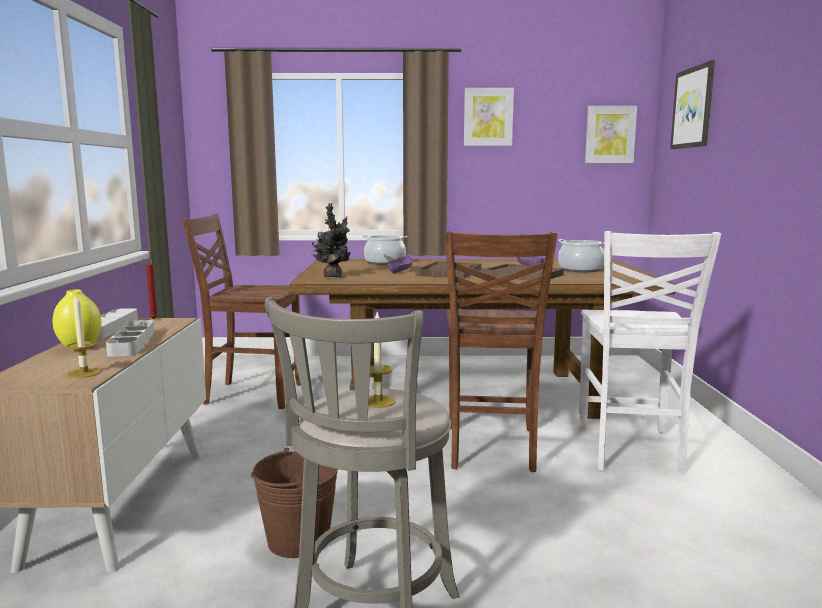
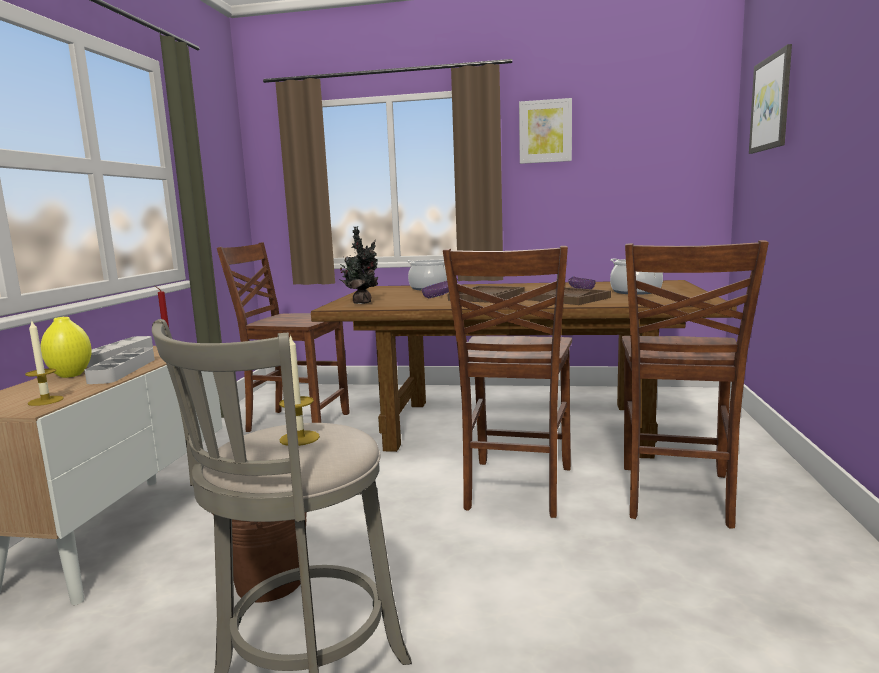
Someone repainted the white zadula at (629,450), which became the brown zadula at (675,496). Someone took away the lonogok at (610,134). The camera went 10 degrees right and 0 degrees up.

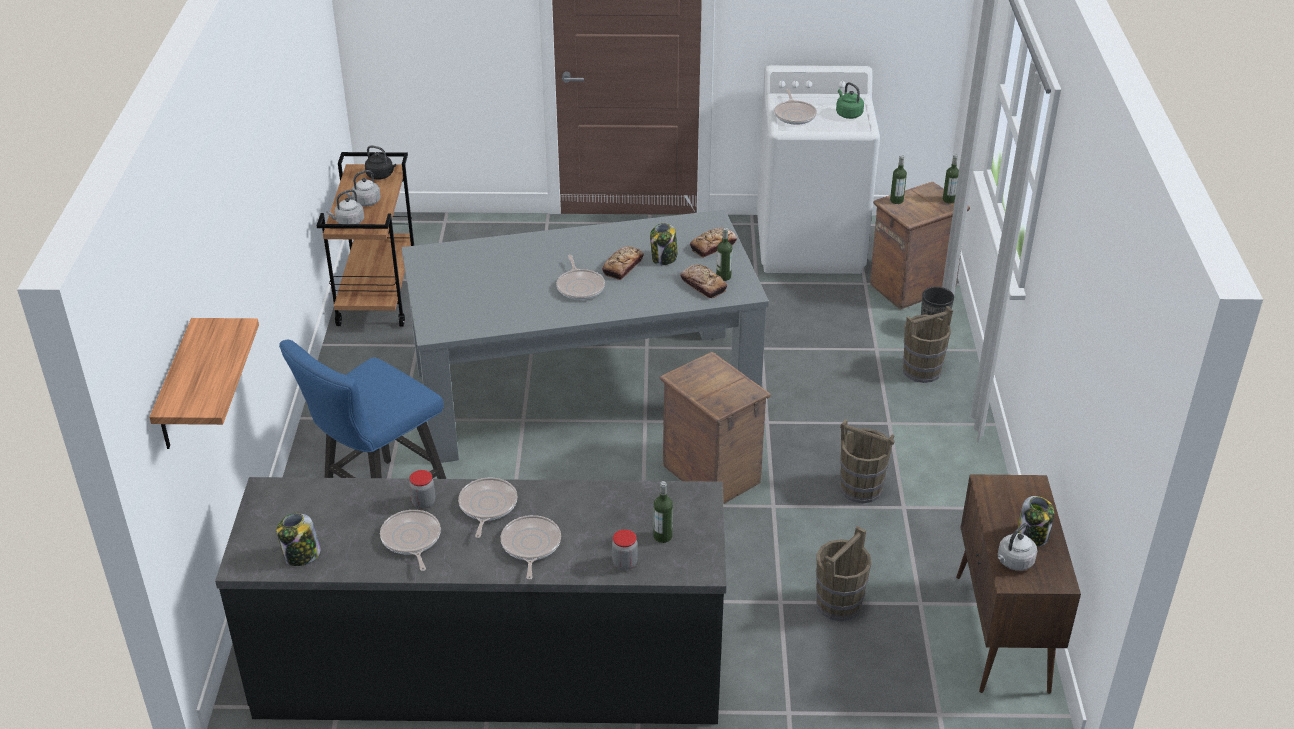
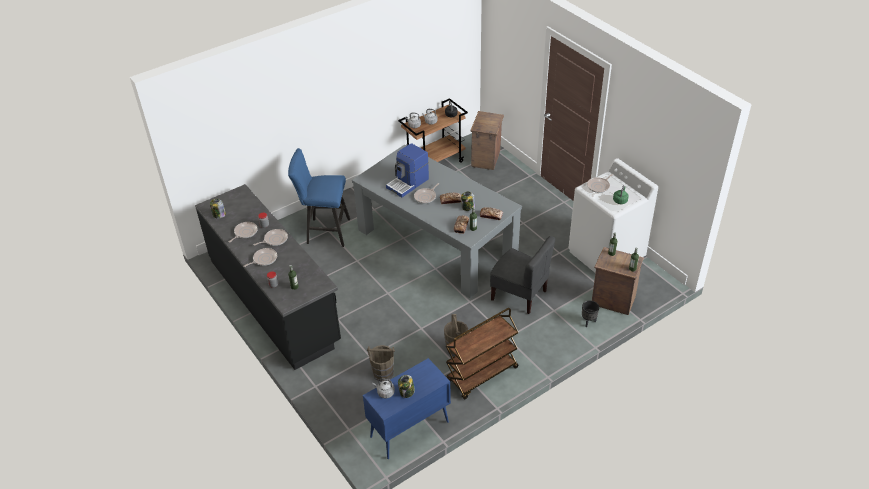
Someone repainted the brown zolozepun at (1002,634), which became the blue zolozepun at (409,430). Someone put down the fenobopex at (408,183). Someone put down the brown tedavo at (482,375). Someone carried the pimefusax from (711,474) to (486,159). Someone put down the grey zadula at (519,295). Someone took away the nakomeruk at (176,388). Someone took away the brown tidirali at (922,370). The camera went 55 degrees right and 5 degrees up.

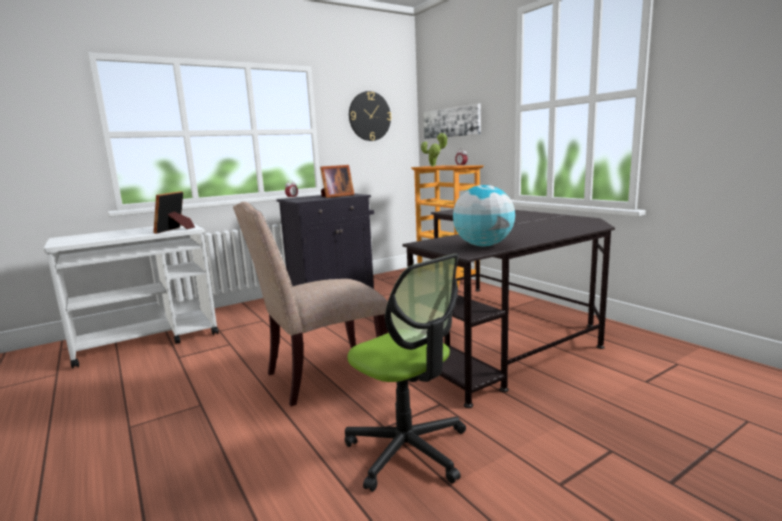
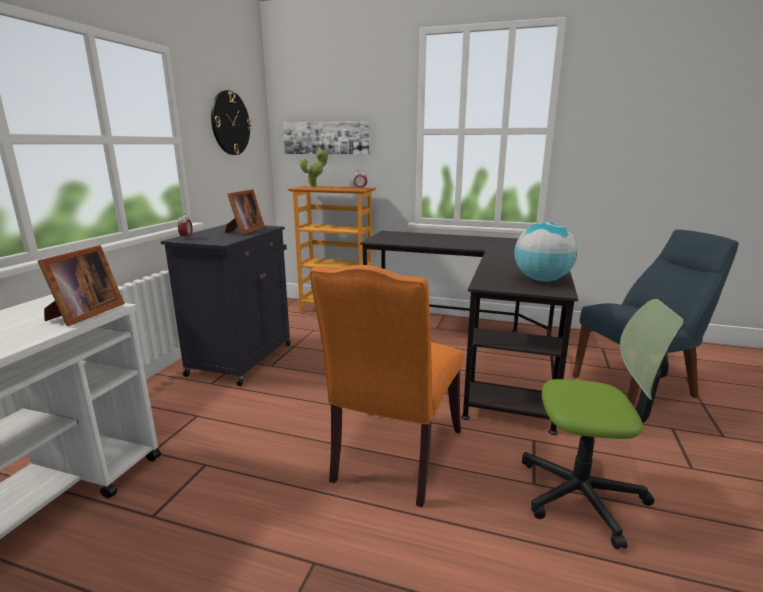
Someone rotated the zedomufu at (175,230) by 135 degrees counterclockwise. Someone repainted the beige zadula at (322,376), which became the orange zadula at (393,458). Someone put down the blue zadula at (638,386). The camera went 40 degrees left and 5 degrees up.

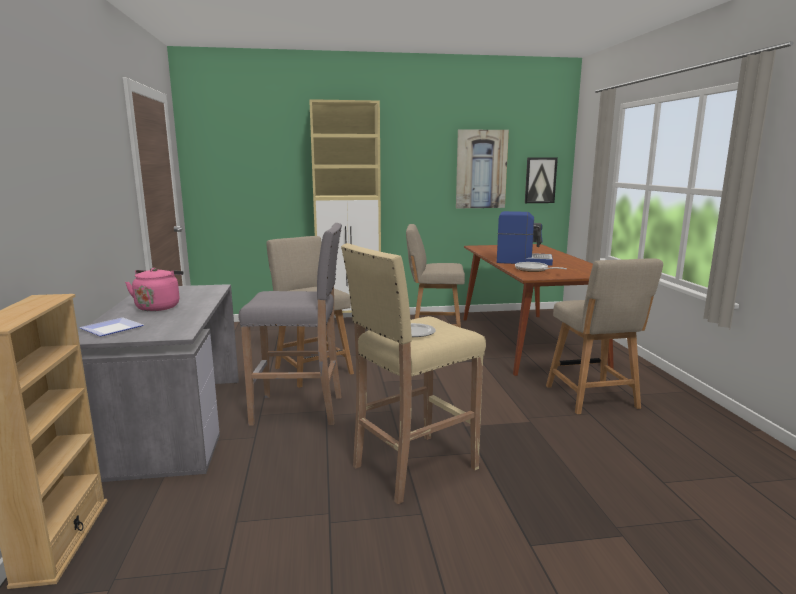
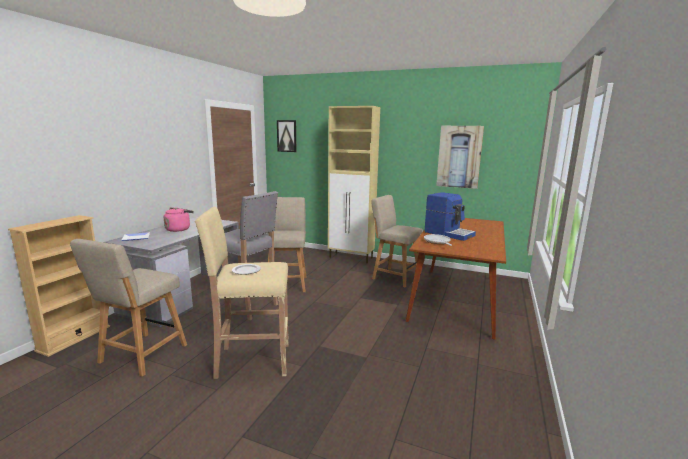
Someone carried the beige zadula from (593,399) to (140,355). Someone carried the lonogok from (540,180) to (287,136). The camera went 30 degrees right and 0 degrees up.

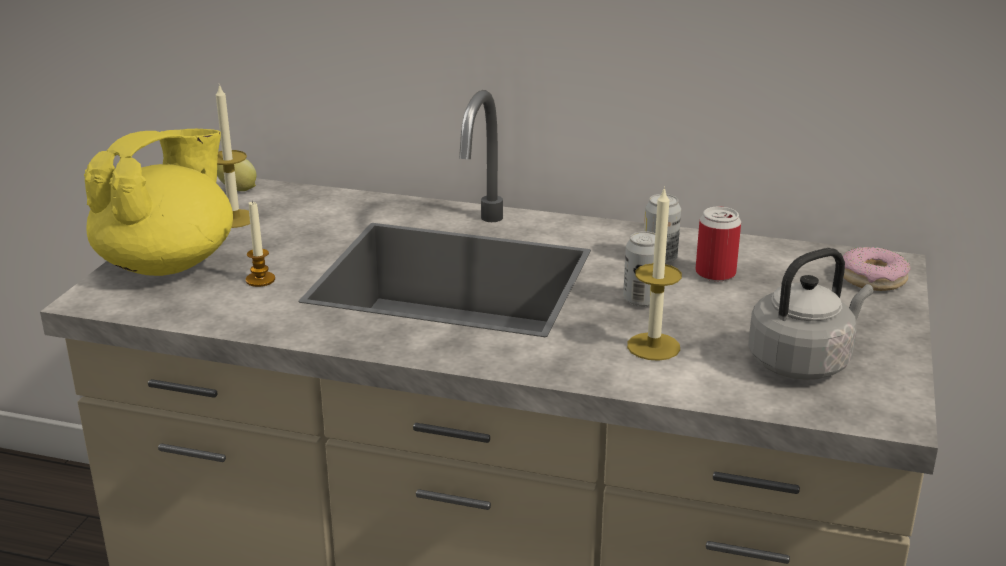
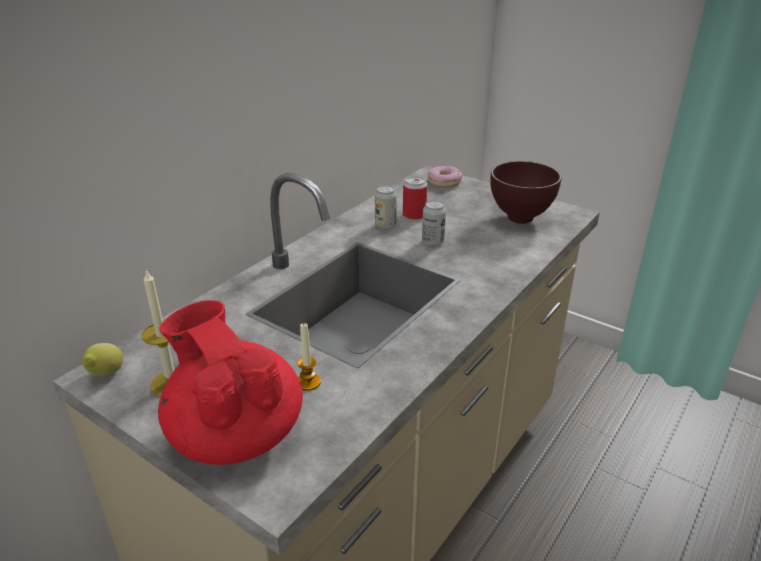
Someone repainted the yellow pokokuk at (169,263), which became the red pokokuk at (235,433). Someone swapped the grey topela at (803,362) for the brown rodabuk at (518,218). Someone took away the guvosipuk at (653,346). The camera went 70 degrees left and 5 degrees up.

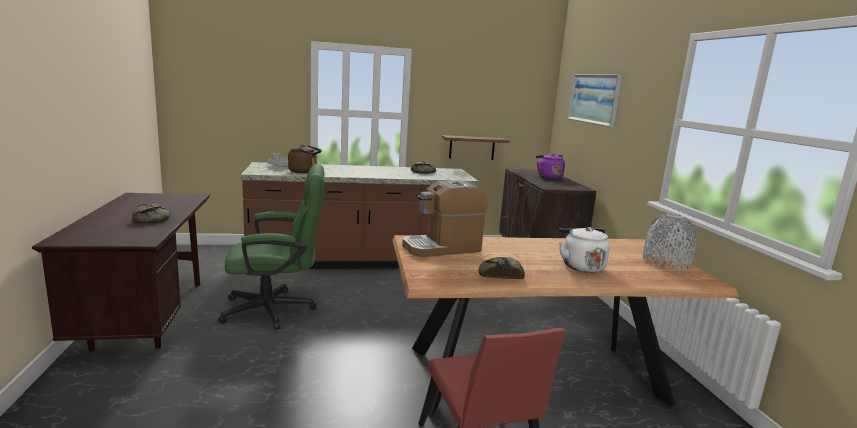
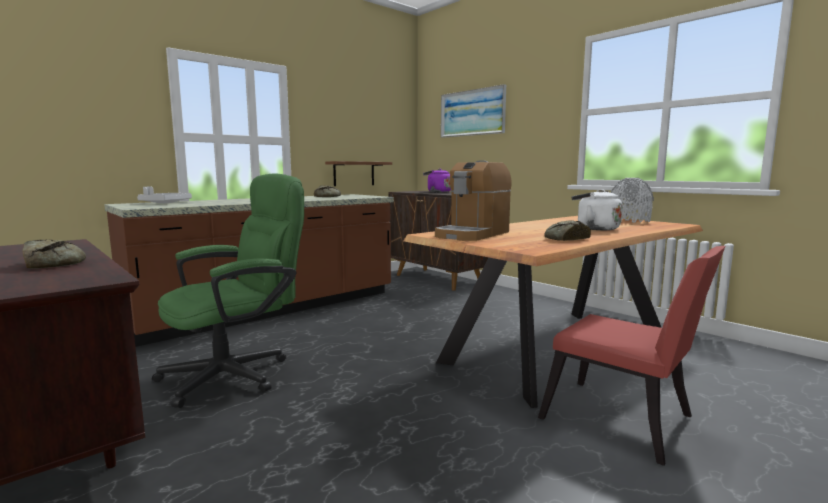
Someone took away the brown topela at (304,172). The camera went 30 degrees left and 5 degrees down.

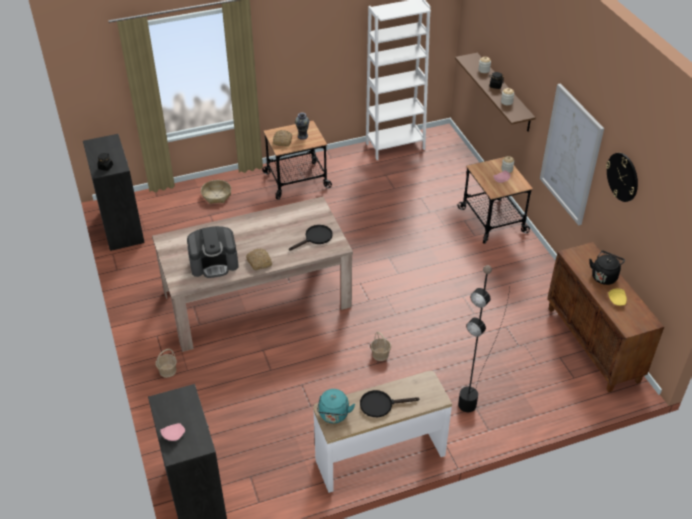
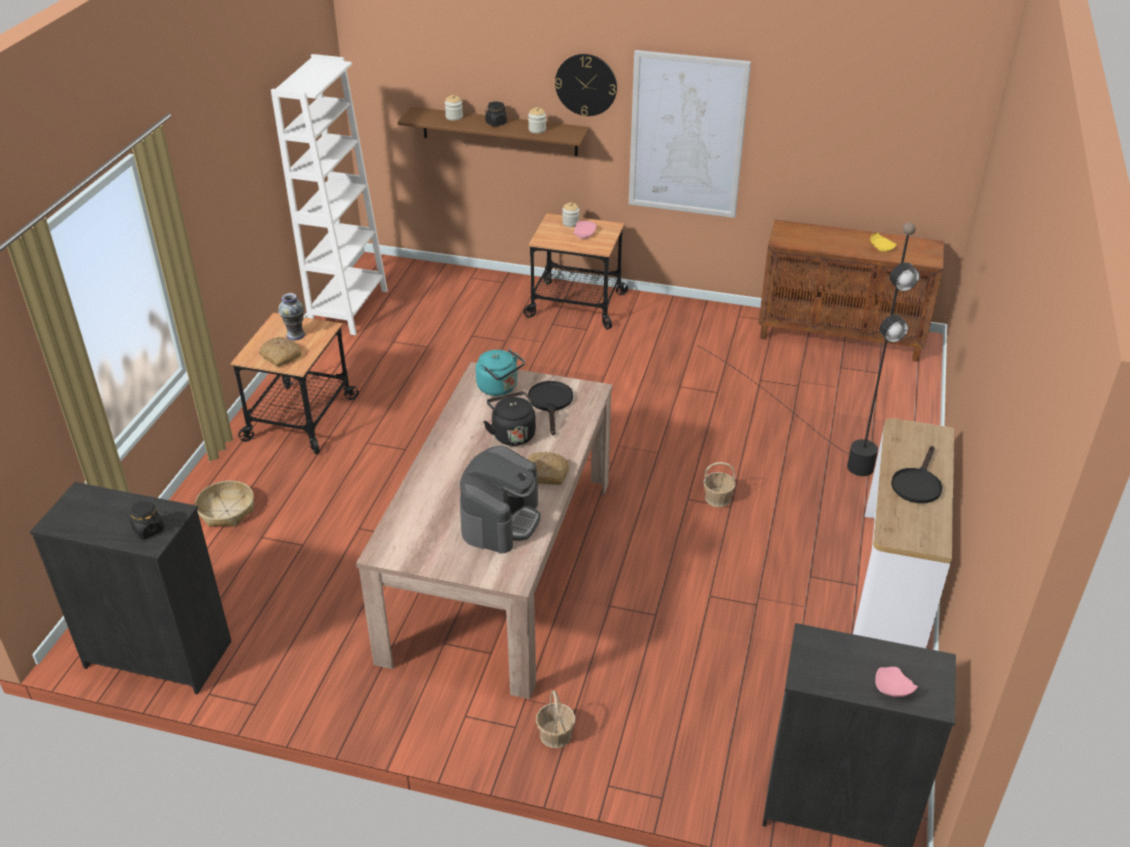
Someone carried the turquoise topela from (333,415) to (499,388). Someone carried the black topela from (604,276) to (512,434). Someone carried the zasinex from (622,177) to (586,84). The camera went 55 degrees left and 5 degrees down.

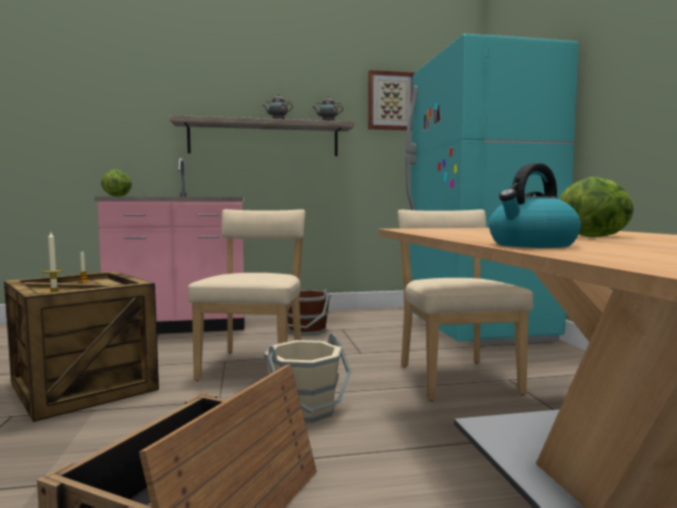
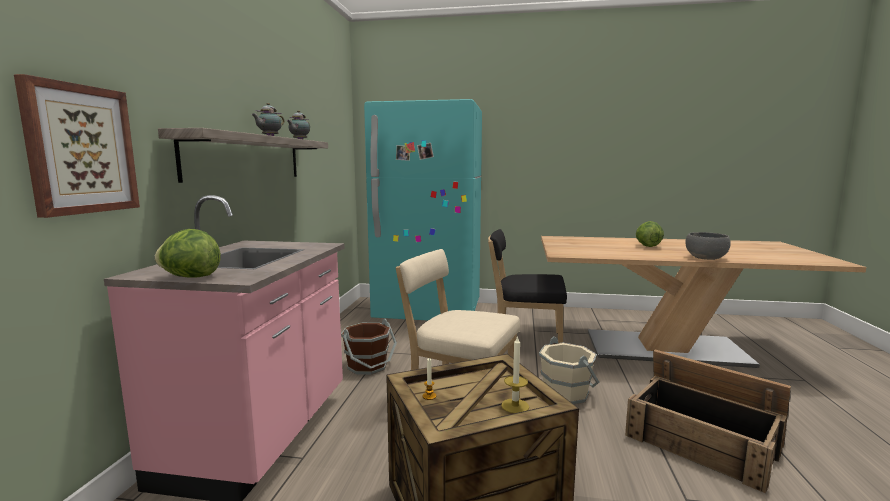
Someone carried the lonogok from (390,101) to (80,149). Someone repainted the beige zadula at (455,377), which became the black zadula at (524,341). Someone swapped the topela at (532,245) for the grey rodabuk at (705,258). The camera went 70 degrees left and 5 degrees up.

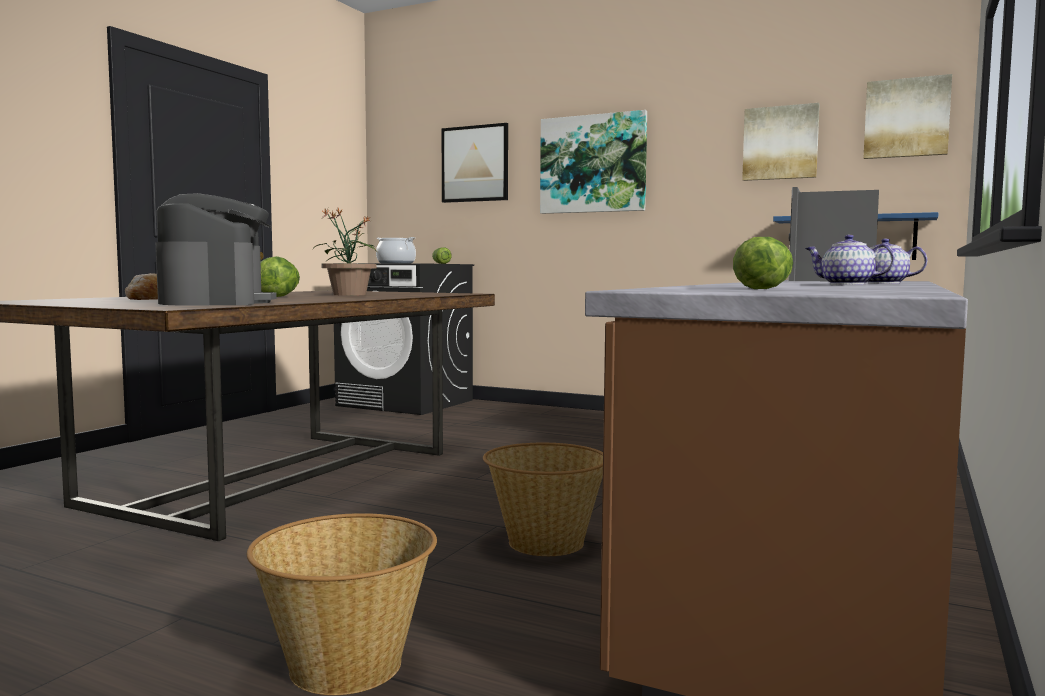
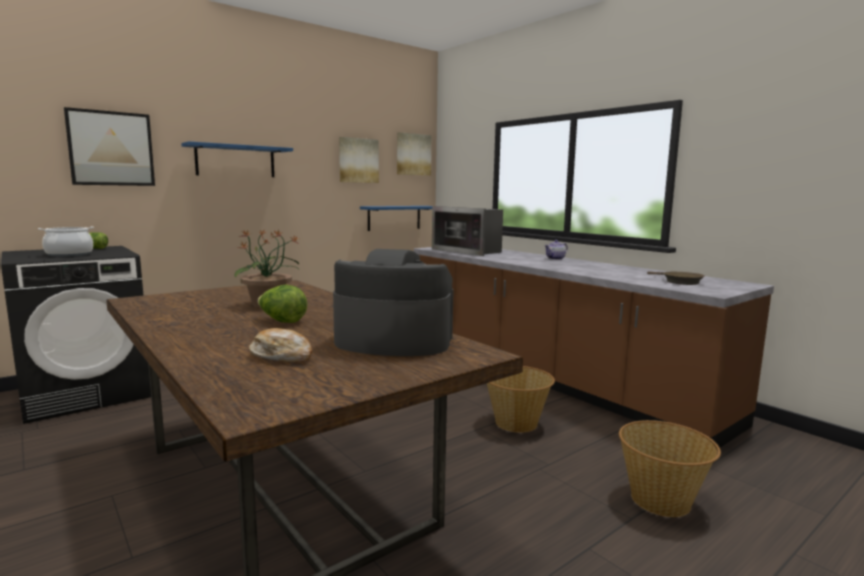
Someone swapped the lonogok at (593,164) for the blue nakomeruk at (235,161). Someone swapped the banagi at (765,288) for the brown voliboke at (679,281). Someone took away the pokokuk at (846,284). The camera went 65 degrees left and 5 degrees up.

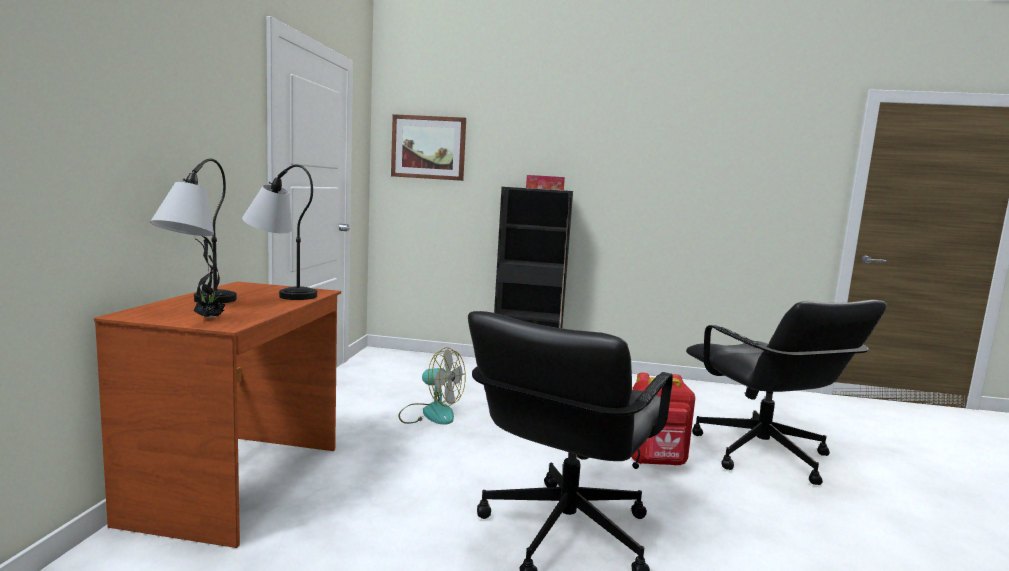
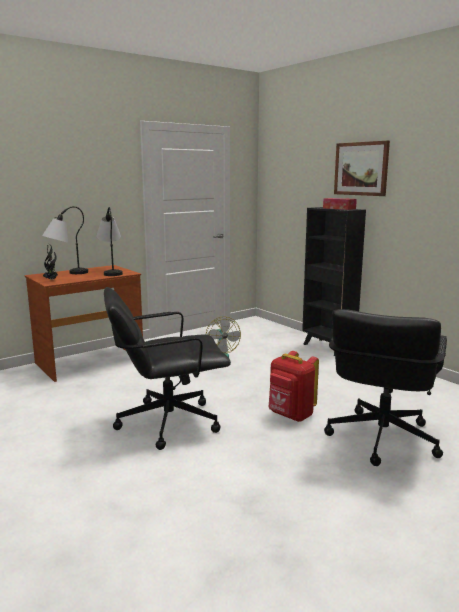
Someone carried the lonogok from (428,147) to (361,169). The camera went 45 degrees right and 5 degrees up.

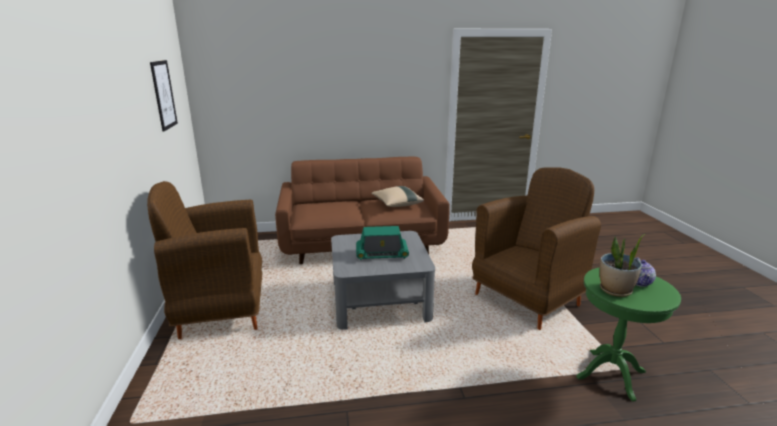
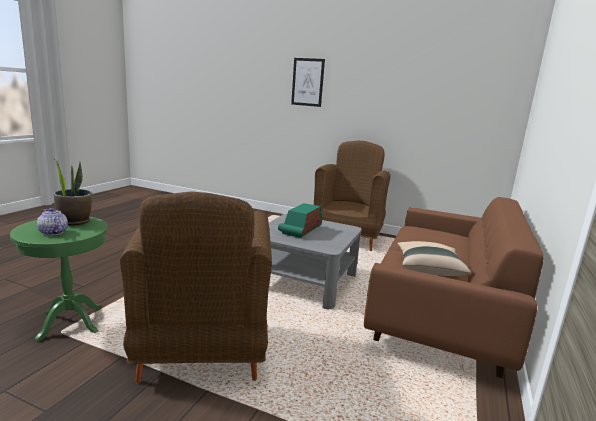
Someone carried the lonogok from (163,95) to (307,82). The camera went 120 degrees right and 5 degrees down.

